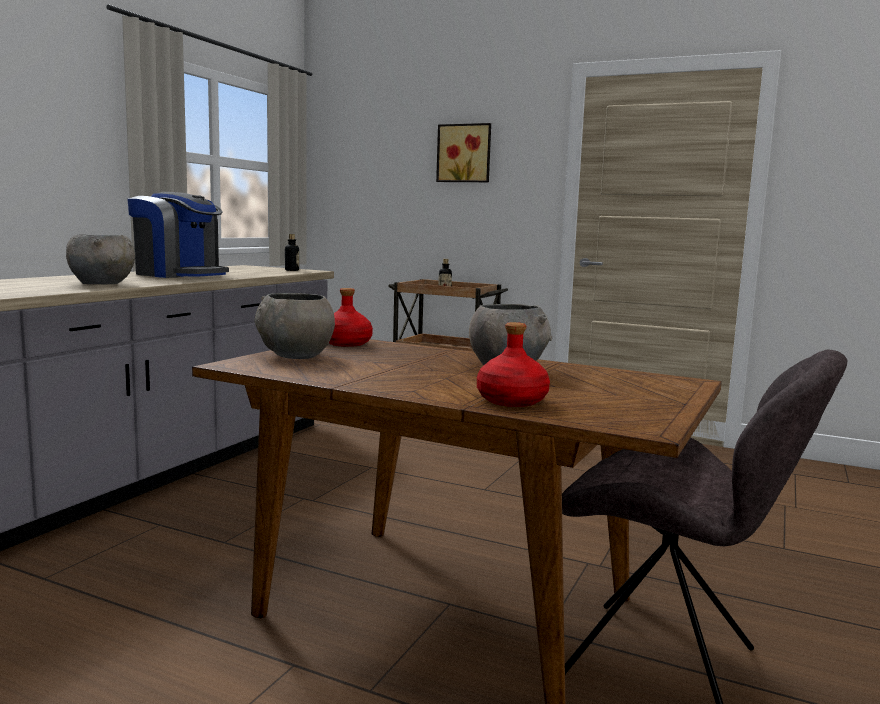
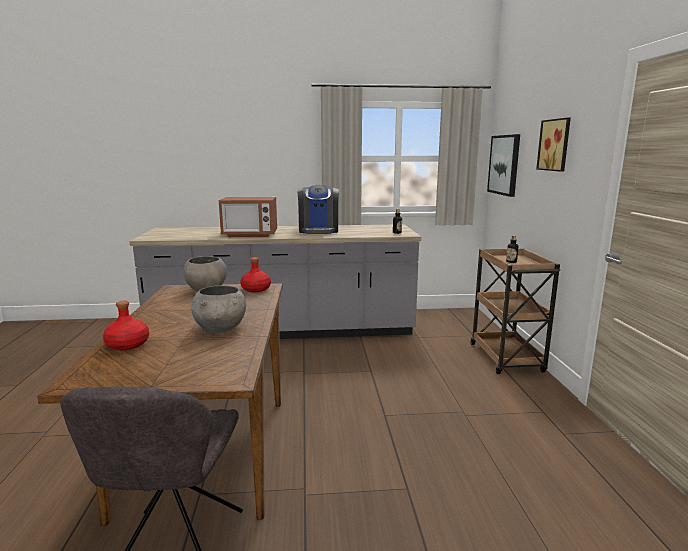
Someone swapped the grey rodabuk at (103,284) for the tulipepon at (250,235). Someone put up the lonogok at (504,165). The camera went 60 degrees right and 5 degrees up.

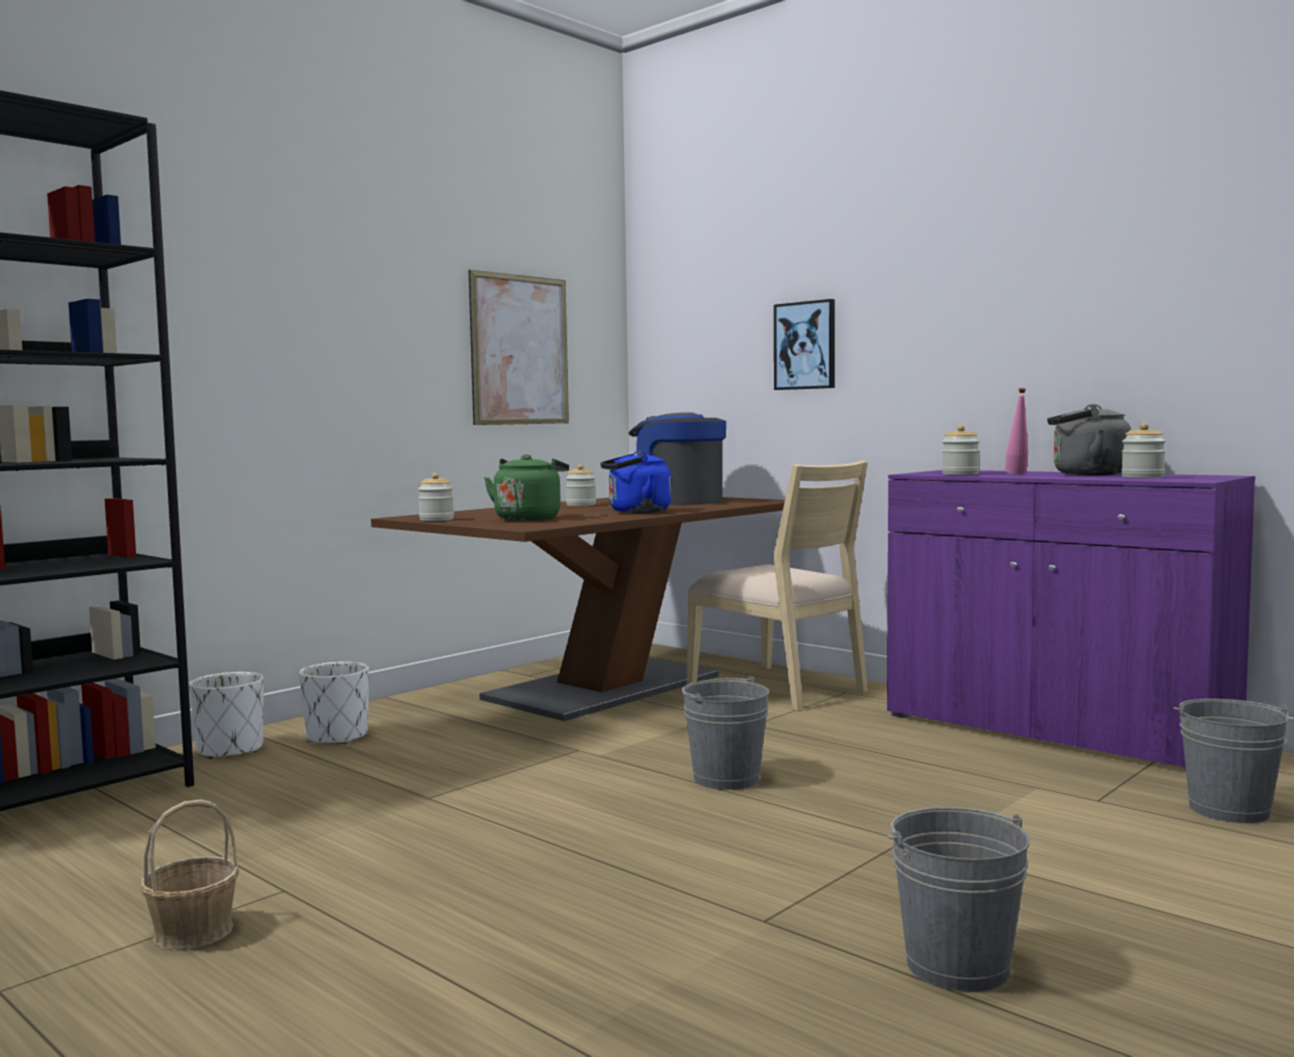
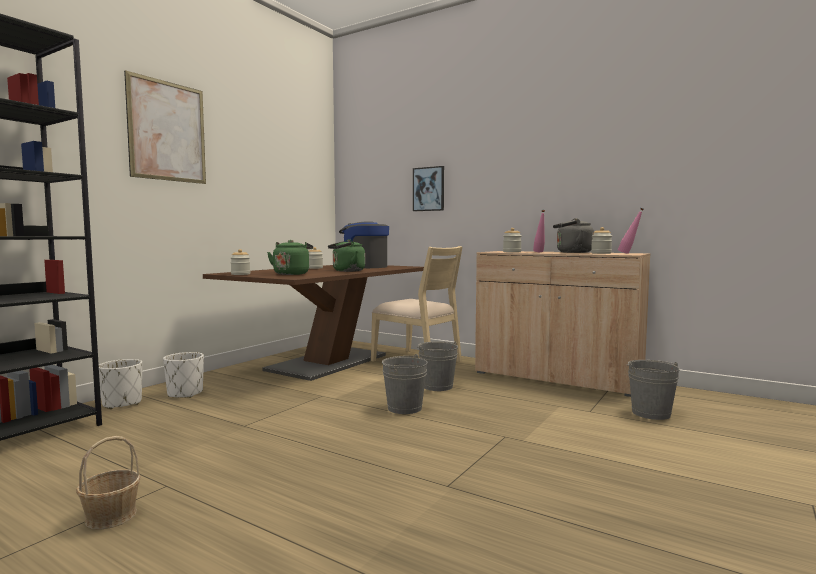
Someone carried the lonogok from (520,350) to (167,131). Someone repainted the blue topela at (635,512), which became the green topela at (346,271). Someone carried the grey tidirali from (958,966) to (438,386). Someone repainted the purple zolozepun at (1055,730), which became the beige zolozepun at (557,377). Someone put down the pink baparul at (629,253). The camera went 10 degrees left and 0 degrees up.

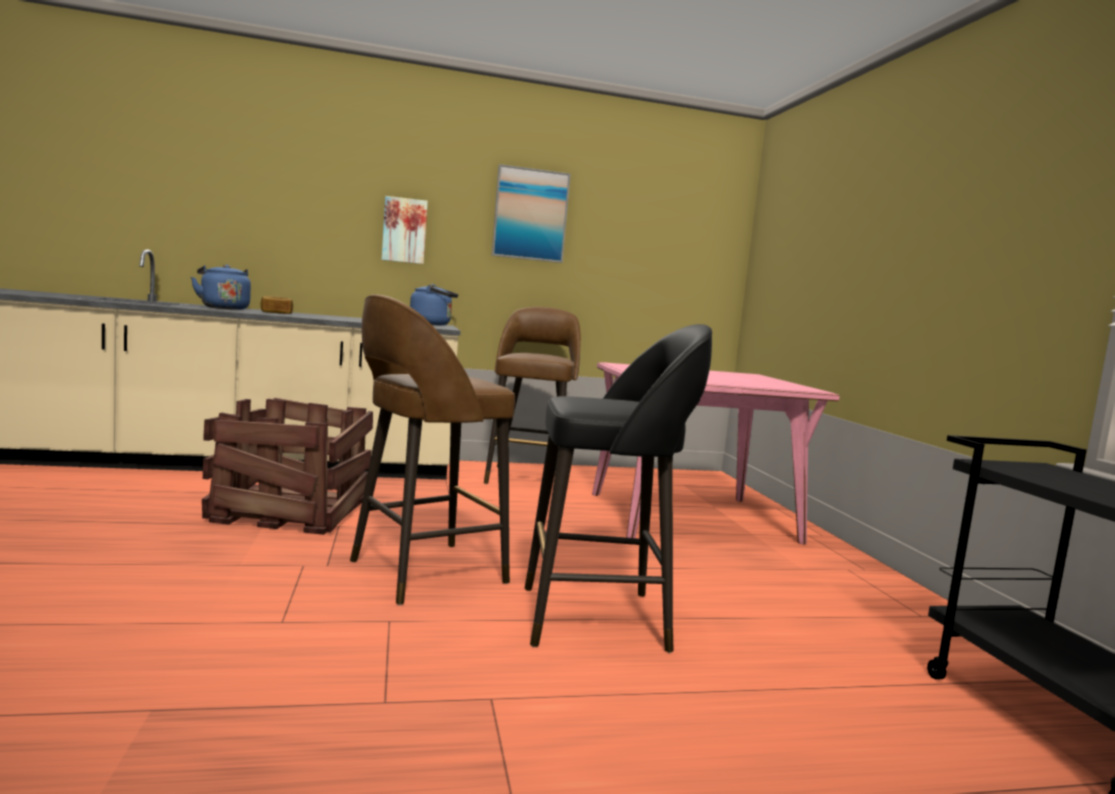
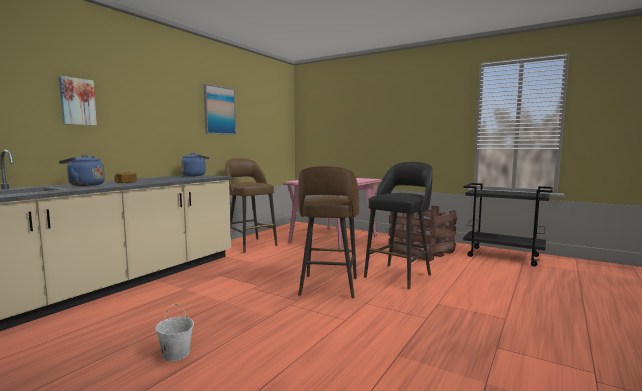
Someone carried the lonogok from (404,230) to (77,101). Someone put down the white tidirali at (175,354). Someone carried the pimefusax from (289,511) to (421,252). The camera went 45 degrees left and 0 degrees up.

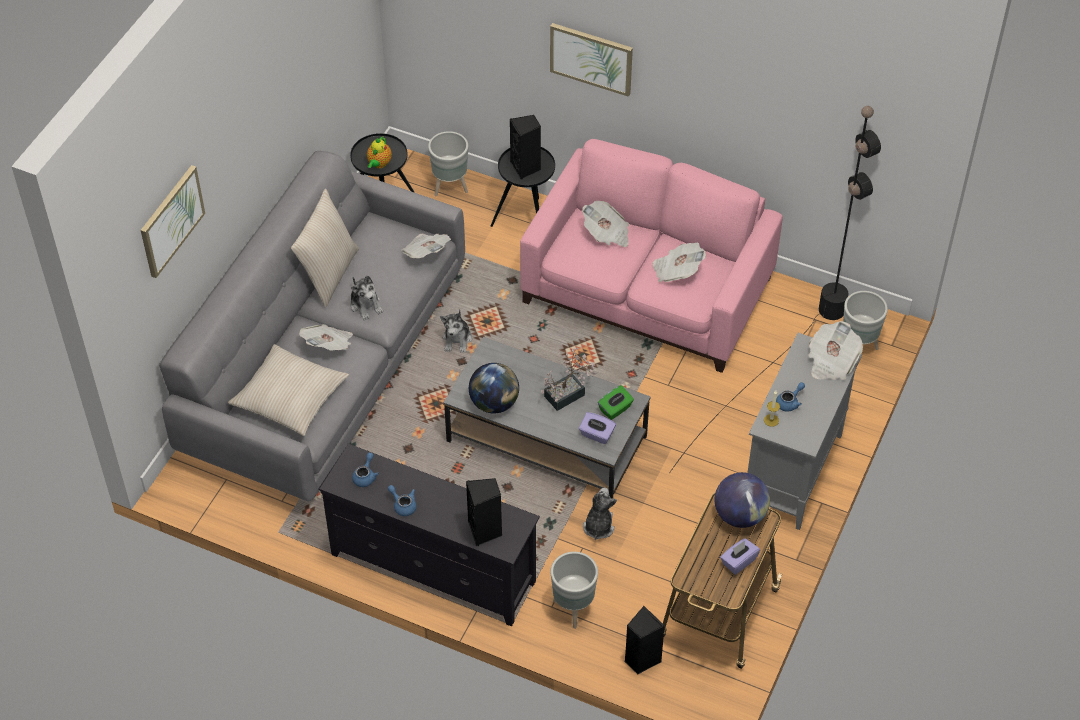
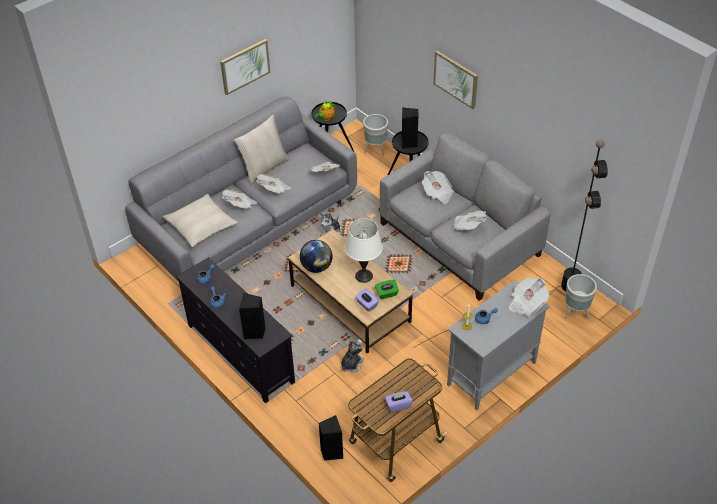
Someone carried the lonogok from (171,220) to (245,66). Someone swapped the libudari at (366,305) for the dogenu at (274,190). Someone repainted the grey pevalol at (547,438), which became the brown pevalol at (350,303). Someone swapped the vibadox at (568,394) for the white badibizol at (364,276). Someone repainted the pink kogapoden at (647,291), which became the grey kogapoden at (459,240). Someone took away the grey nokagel at (574,609). Someone took away the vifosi at (740,515). The camera went 25 degrees right and 5 degrees down.

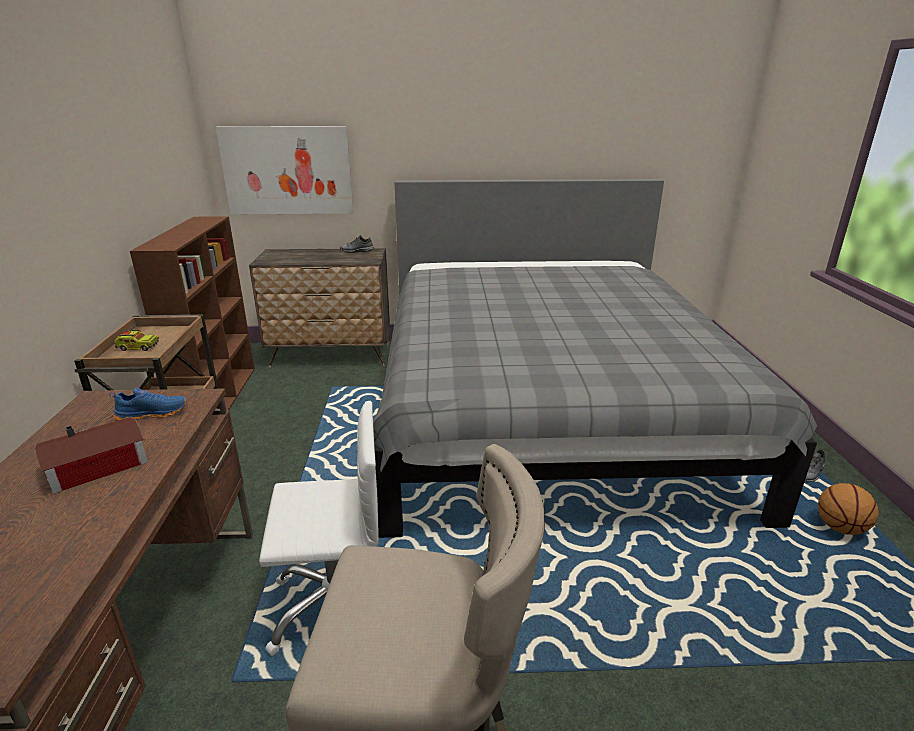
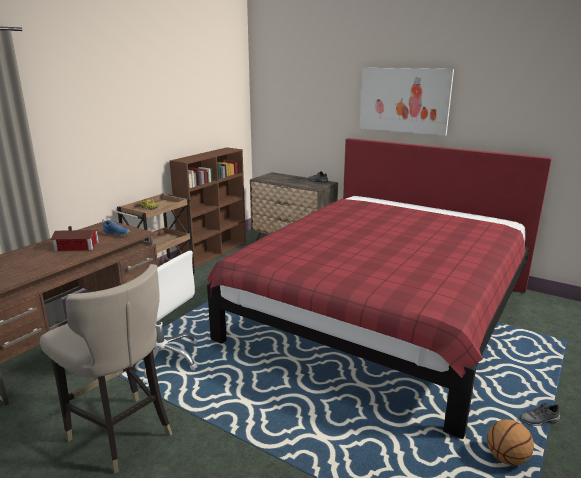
Someone repainted the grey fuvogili at (543,412), which became the red fuvogili at (381,313). Someone carried the lonogok from (287,171) to (404,100). The camera went 35 degrees right and 5 degrees down.

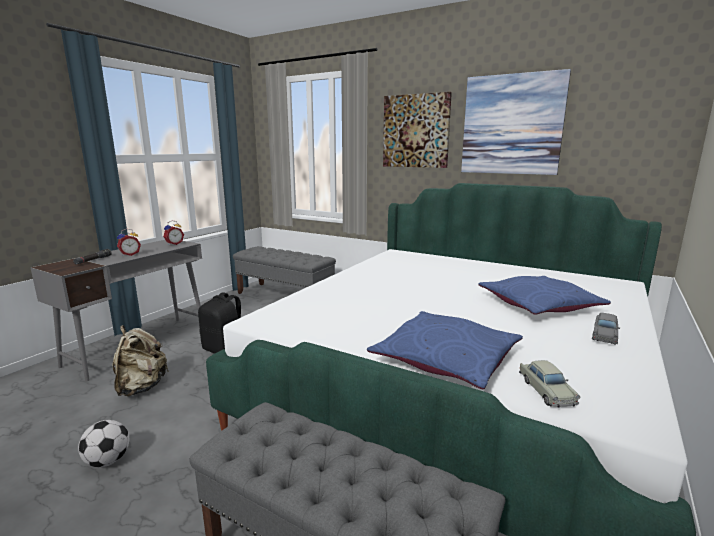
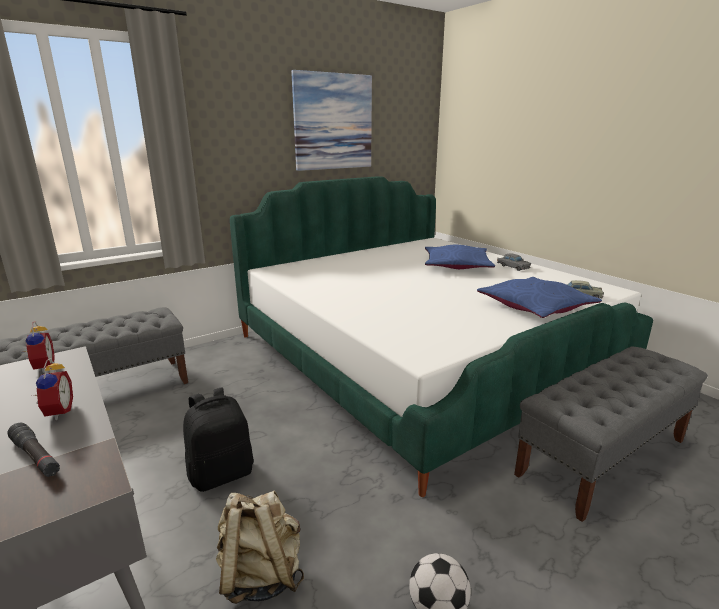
Someone took away the lonogok at (416,131). The camera went 65 degrees left and 5 degrees up.

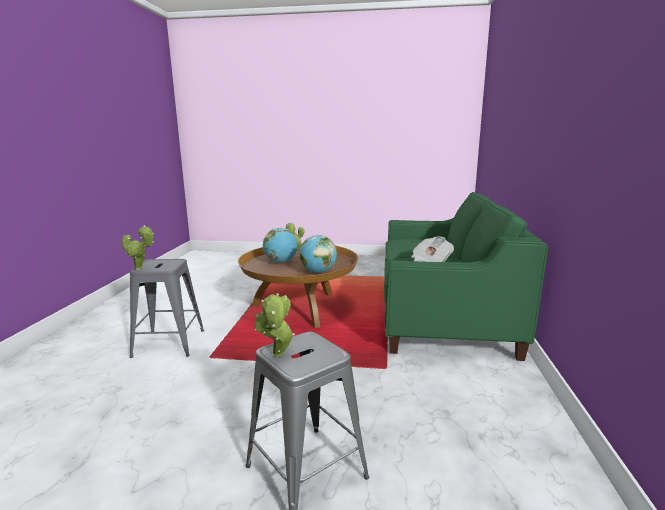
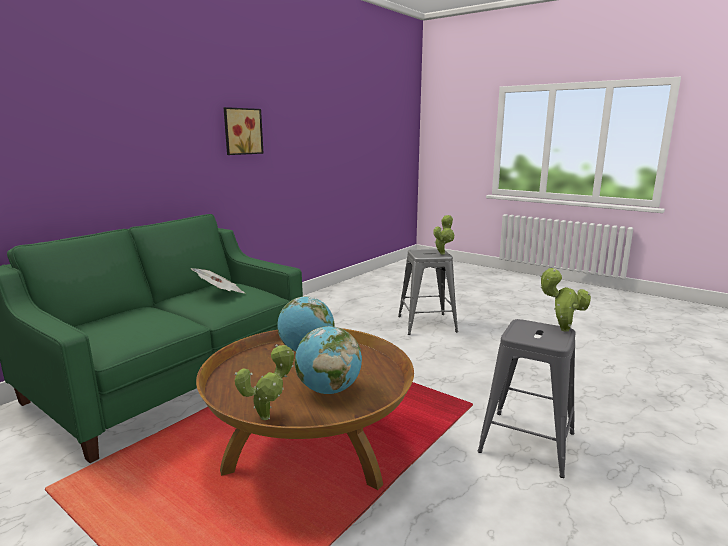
Someone put up the lonogok at (242,131). The camera went 150 degrees left and 0 degrees up.

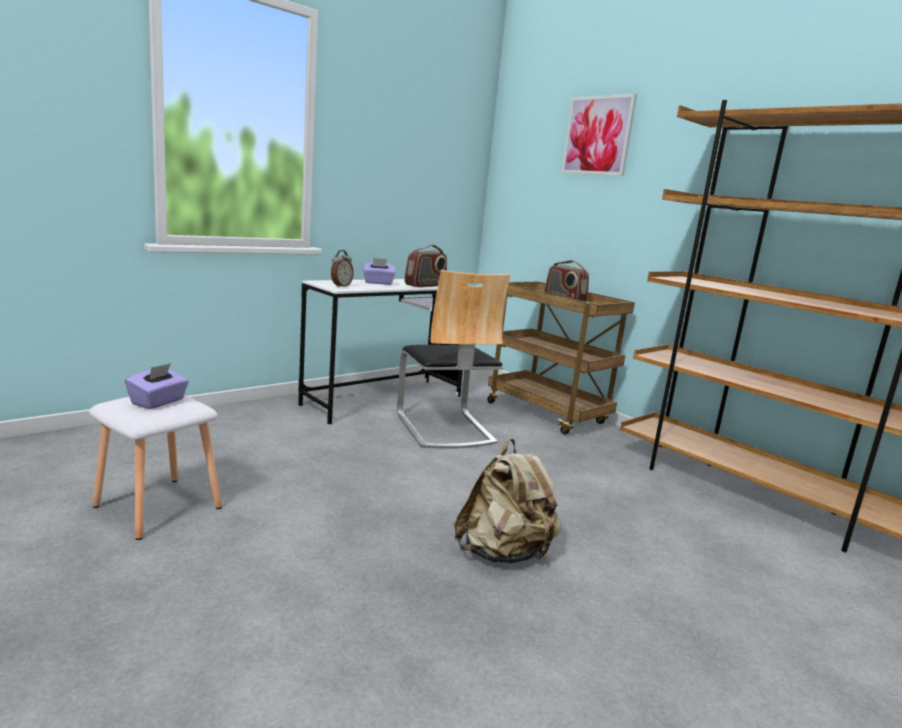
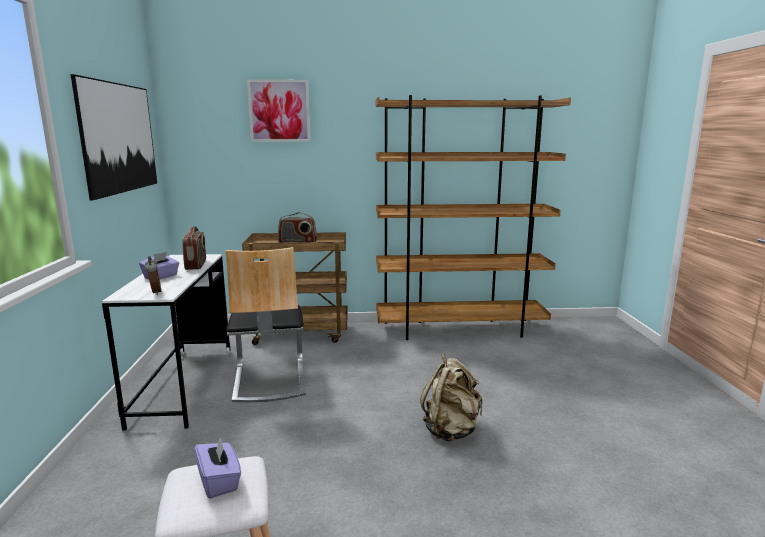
Someone put up the lonogok at (119,138). Someone rotated the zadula at (444,428) by 60 degrees clockwise. The camera went 50 degrees left and 0 degrees up.

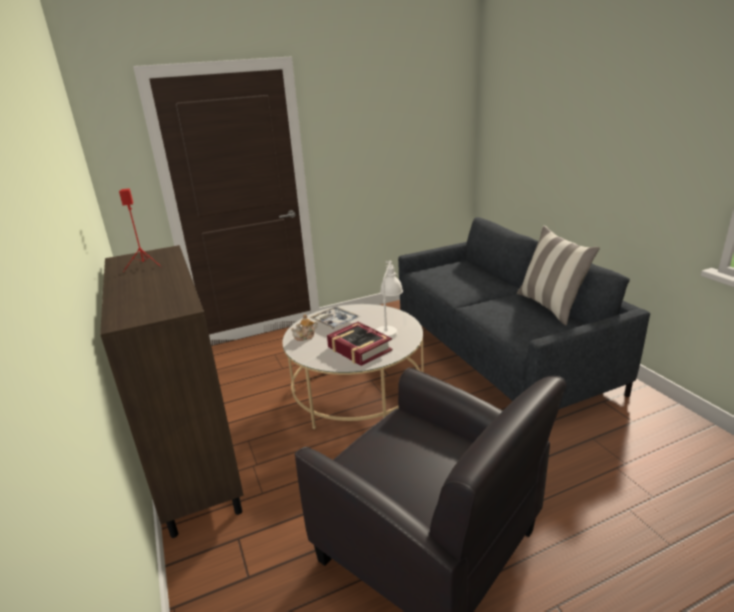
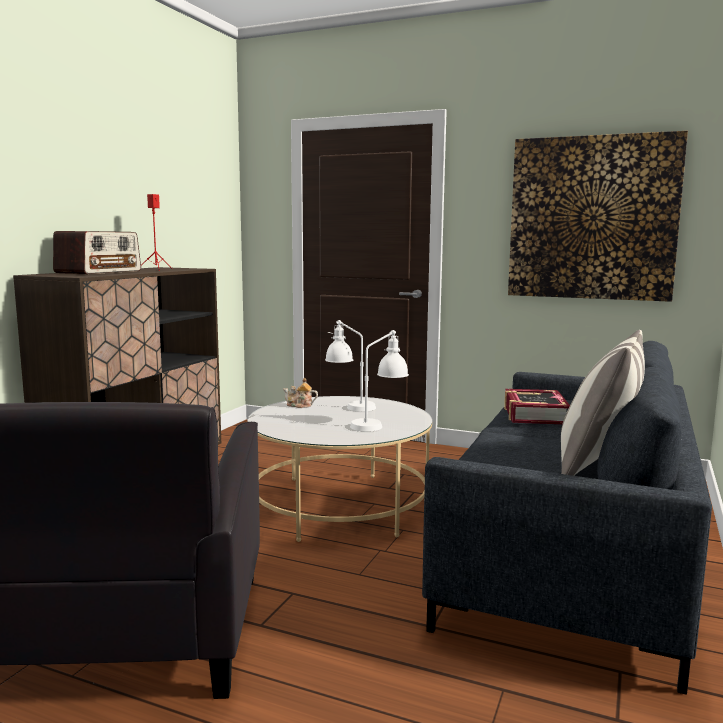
Someone put down the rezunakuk at (99,272). Someone swapped the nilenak at (335,322) for the white badibizol at (349,406). Someone carried the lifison from (359,349) to (534,414). Someone put up the lonogok at (592,218). The camera went 45 degrees right and 15 degrees down.

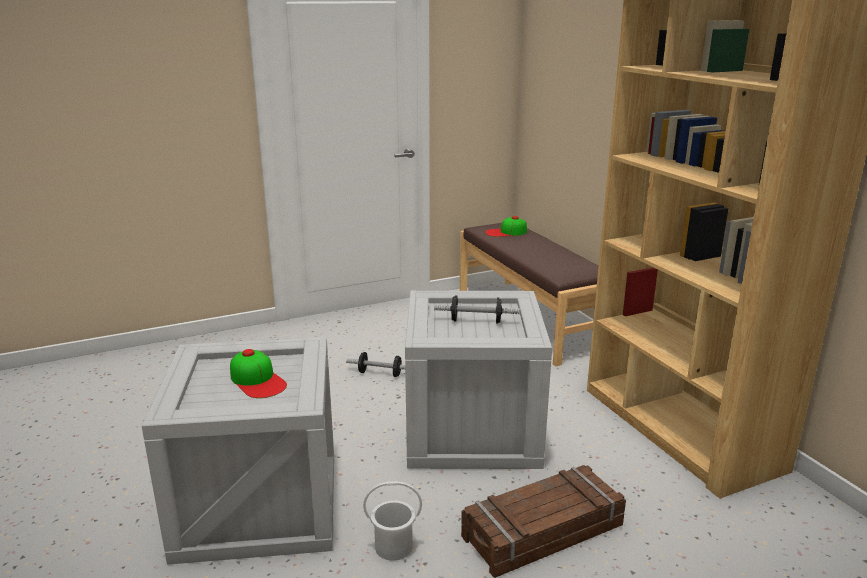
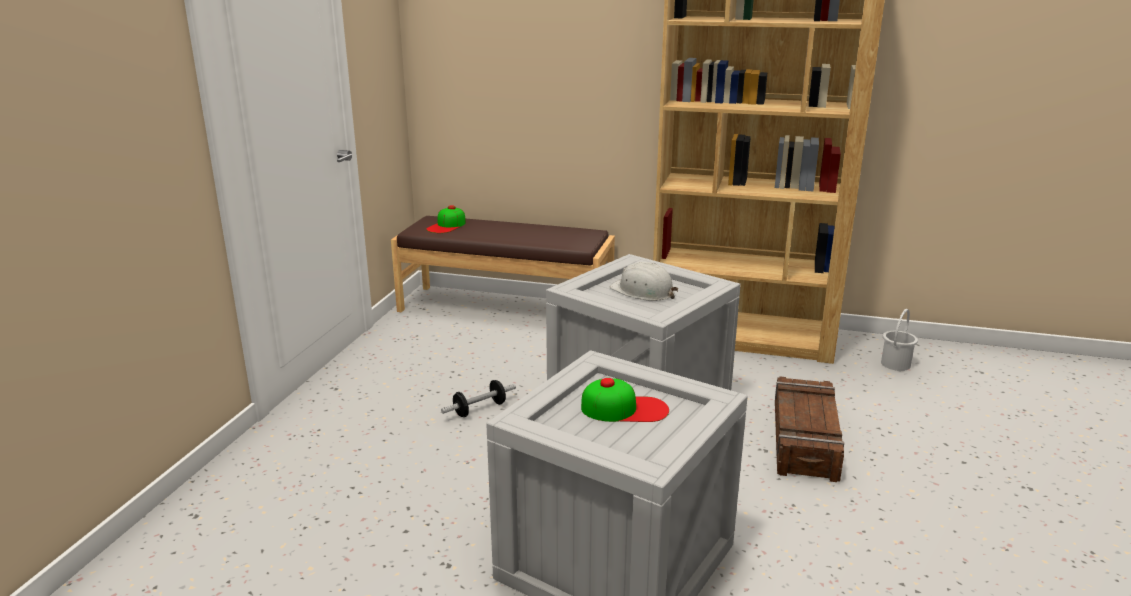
Someone swapped the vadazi at (476,321) for the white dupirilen at (643,291). Someone carried the white tidirali from (394,547) to (896,364). The camera went 50 degrees left and 0 degrees up.

